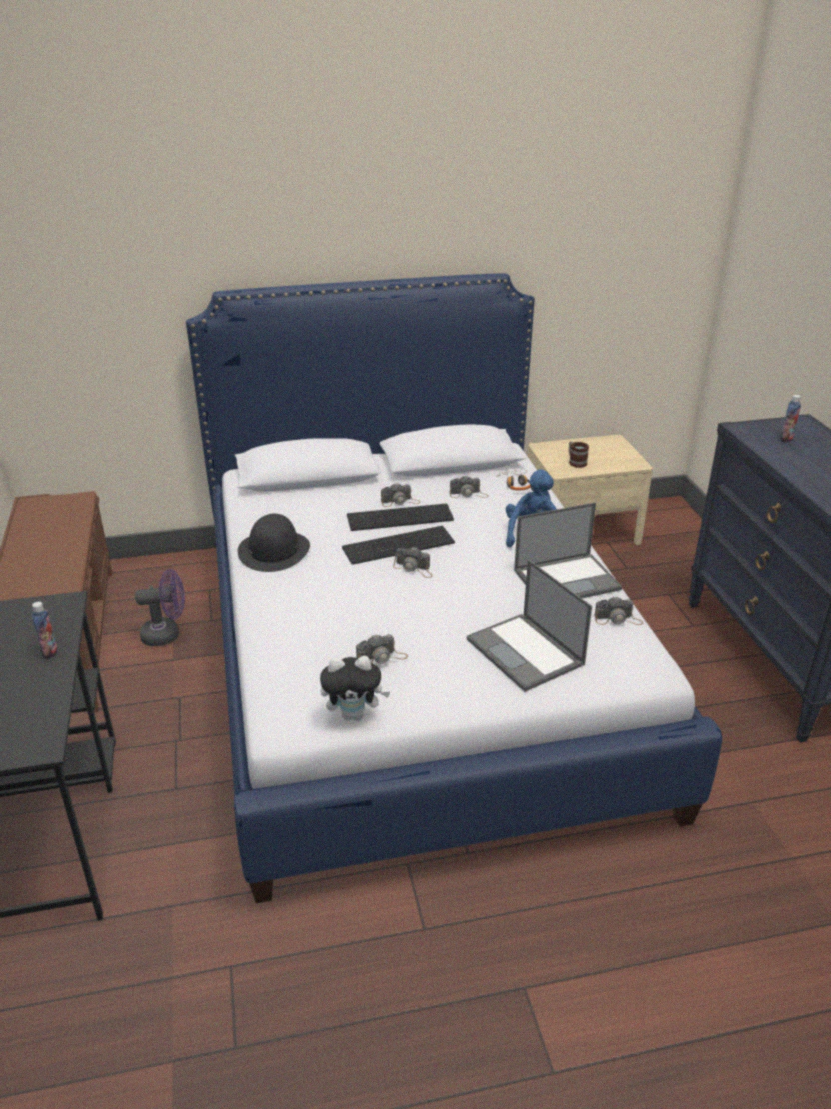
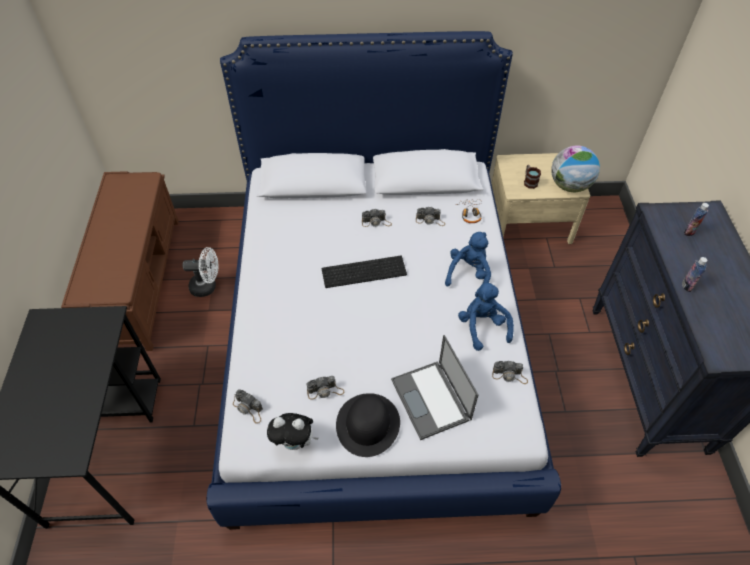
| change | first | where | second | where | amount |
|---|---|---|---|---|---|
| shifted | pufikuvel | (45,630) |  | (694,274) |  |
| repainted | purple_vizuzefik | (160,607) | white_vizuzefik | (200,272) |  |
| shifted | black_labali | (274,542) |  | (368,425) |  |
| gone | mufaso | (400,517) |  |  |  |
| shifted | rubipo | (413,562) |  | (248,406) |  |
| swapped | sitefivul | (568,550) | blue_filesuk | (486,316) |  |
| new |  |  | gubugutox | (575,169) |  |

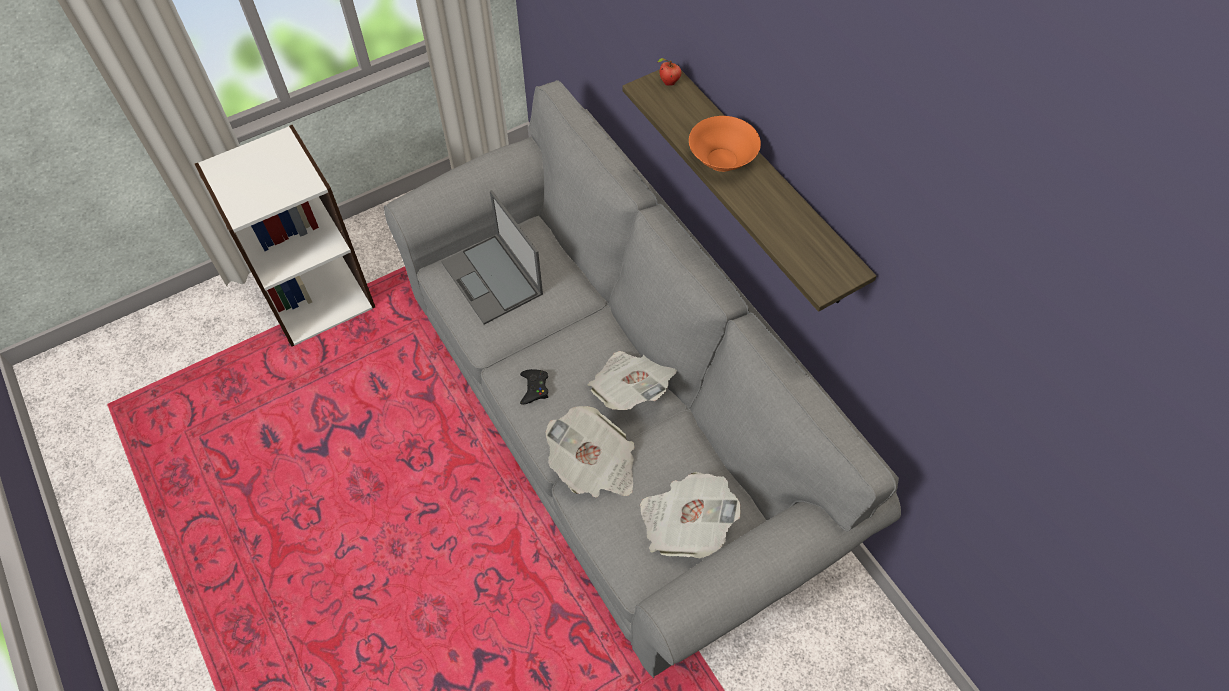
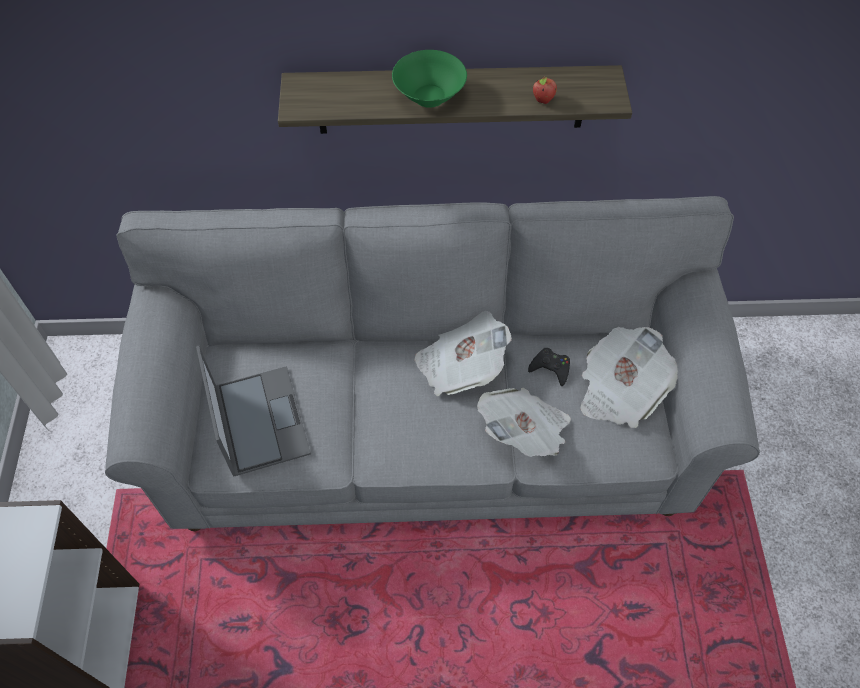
| change | first | where | second | where | amount |
|---|---|---|---|---|---|
| rotated | sitefivul | (492,257) |  | (253,411) | 105 degrees counterclockwise |
| shifted | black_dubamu | (534,387) |  | (549,367) |  |
| shifted | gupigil | (669,72) |  | (545,90) |  |
| repainted | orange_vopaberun | (725,144) | green_vopaberun | (429,79) |  |

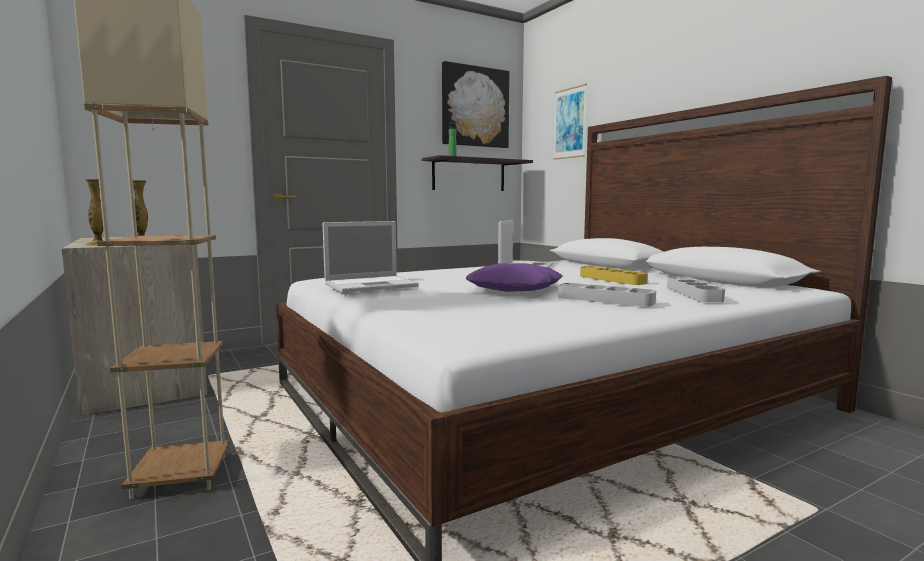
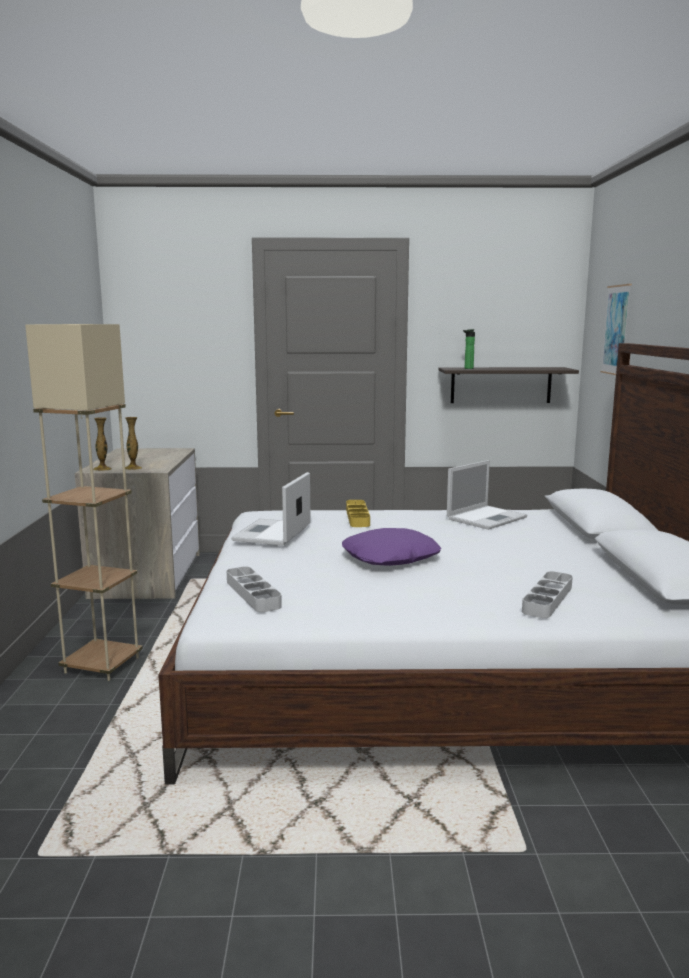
| change | first | where | second | where | amount |
|---|---|---|---|---|---|
| rotated | sitefivul | (371,257) |  | (271,508) | 105 degrees clockwise |
| gone | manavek | (476,104) |  |  |  |
| shifted | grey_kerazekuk | (607,295) |  | (254,589) |  |
| shifted | yellow_kerazekuk | (614,275) |  | (358,513) |  |

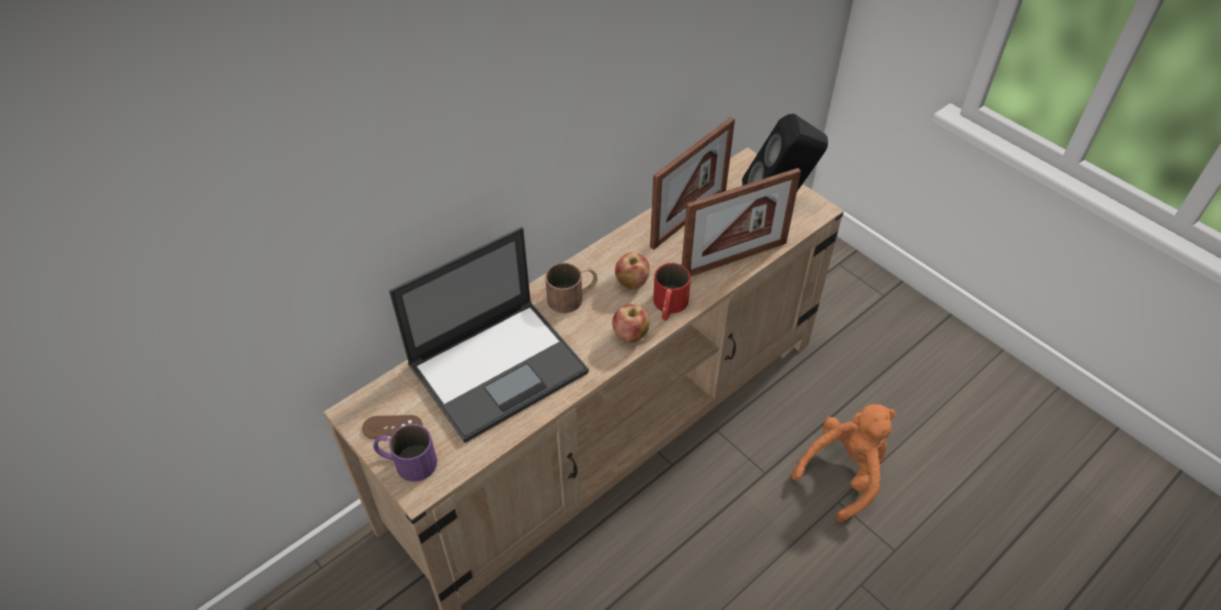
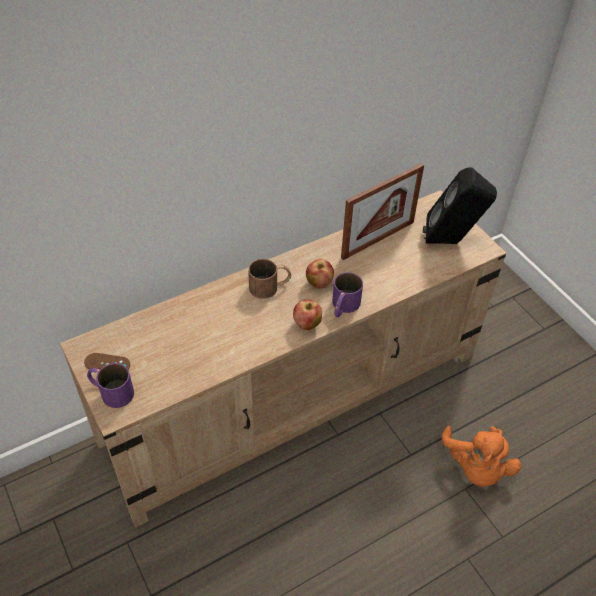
| change | first | where | second | where | amount |
|---|---|---|---|---|---|
| gone | sitefivul | (489,335) |  |  |  |
| repainted | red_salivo | (672,292) | purple_salivo | (347,294) |  |
| gone | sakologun | (741,222) |  |  |  |
| rotated | orange_filesuk | (844,463) |  | (482,456) | 120 degrees clockwise |

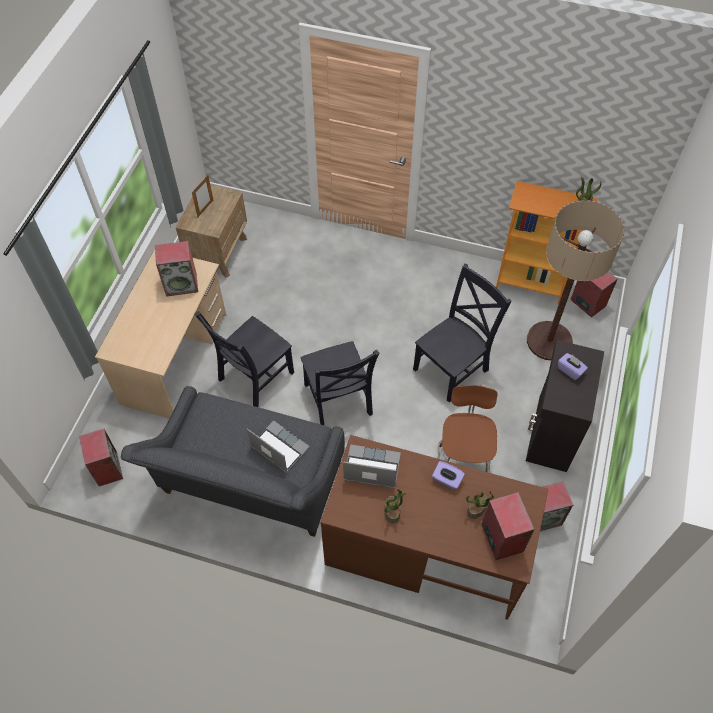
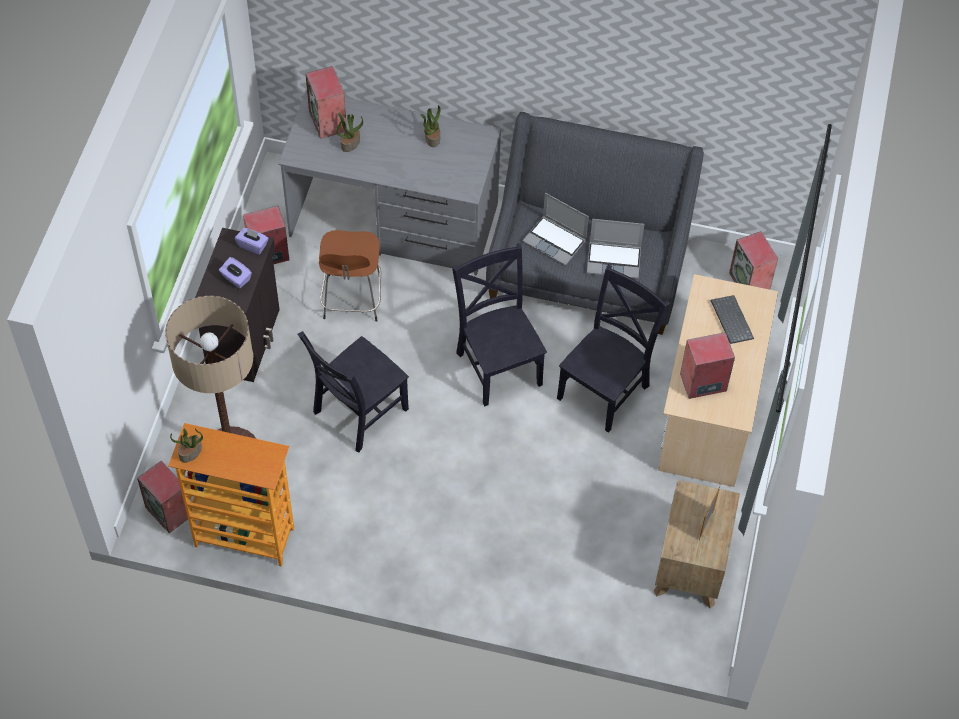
| change | first | where | second | where | amount |
|---|---|---|---|---|---|
| repainted | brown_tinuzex | (434,527) | grey_tinuzex | (389,182) |  |
| shifted | sitefivul | (372,466) |  | (616,249) |  |
| shifted | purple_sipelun | (448,475) |  | (252,241) |  |
| new |  |  | mufaso | (732,319) |  |

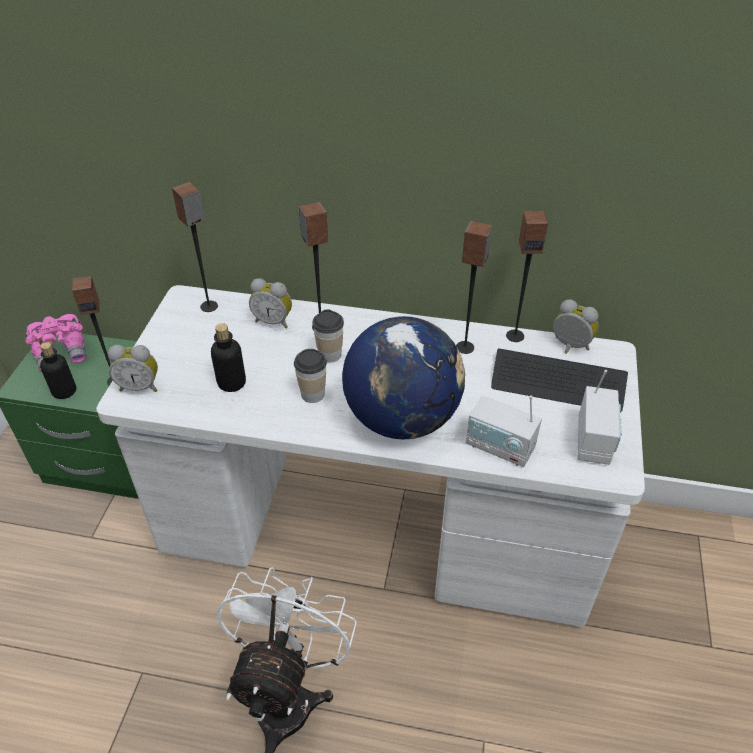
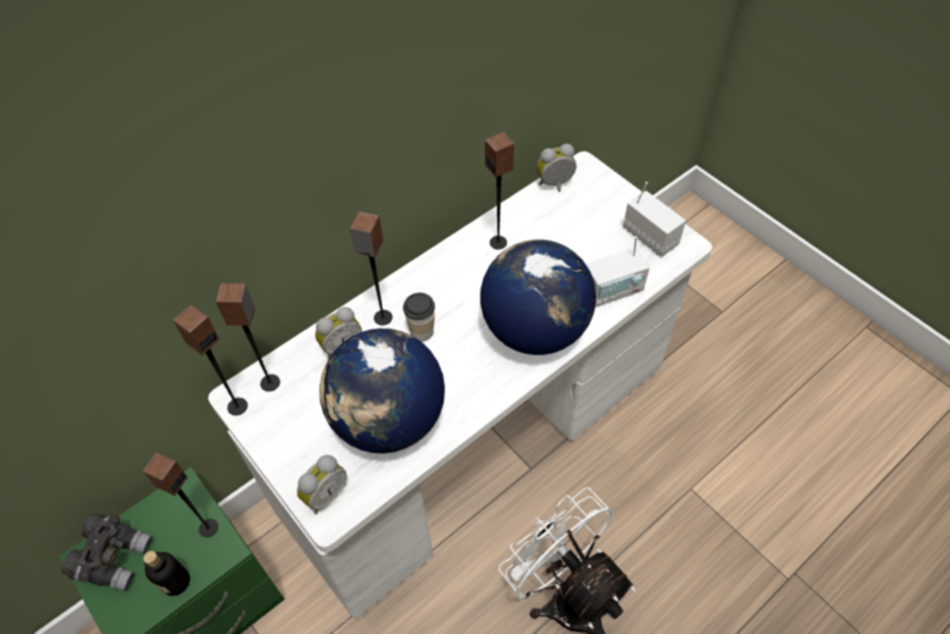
| change | first | where | second | where | amount |
|---|---|---|---|---|---|
| repainted | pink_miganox | (56,342) | grey_miganox | (106,552) |  |
| swapped | pufikuvel | (228,357) | gubugutox | (382,390) |  |
| gone | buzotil | (310,376) |  |  |  |
| gone | mufaso | (559,381) |  |  |  |
| shifted | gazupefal | (527,276) |  | (210,360) |  |

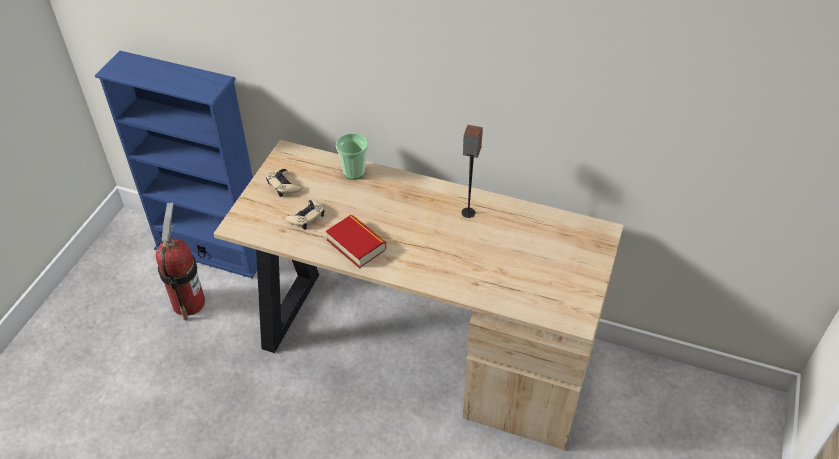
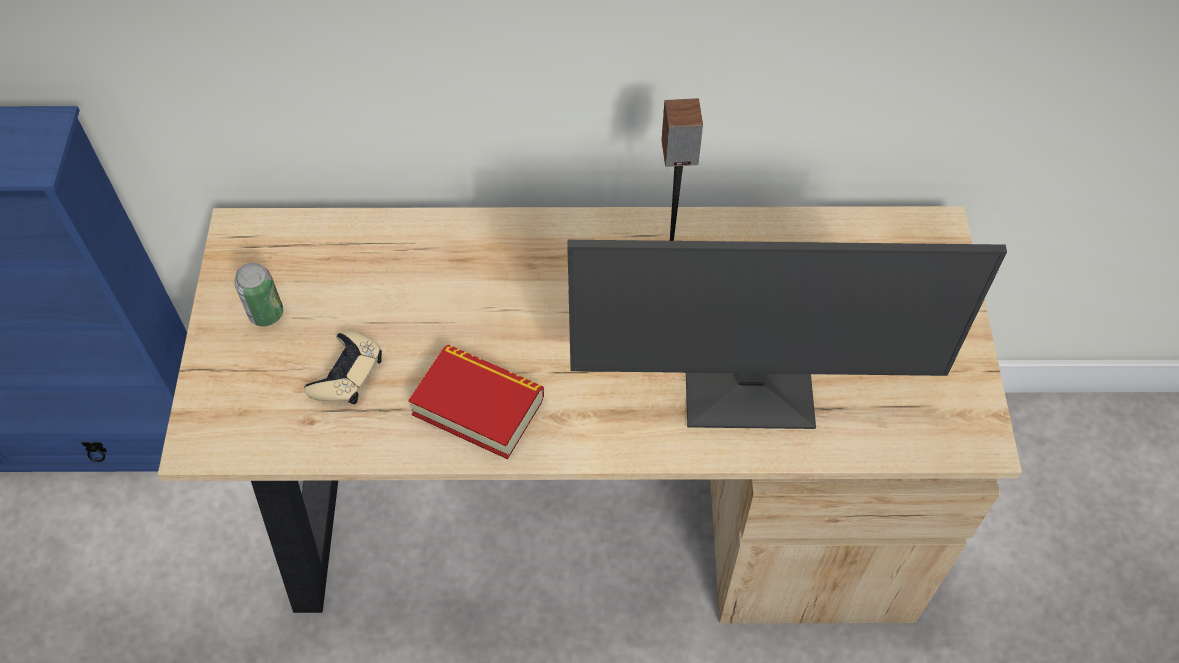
| change | first | where | second | where | amount |
|---|---|---|---|---|---|
| gone | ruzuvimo | (180,261) |  |  |  |
| swapped | beige_dubamu | (284,183) | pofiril | (258,294) |  |
| gone | buzotil | (352,156) |  |  |  |
| new |  |  | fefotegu | (787,334) |  |

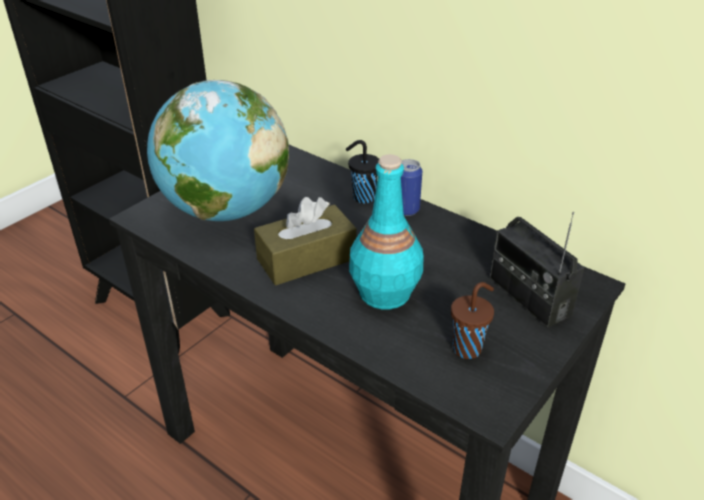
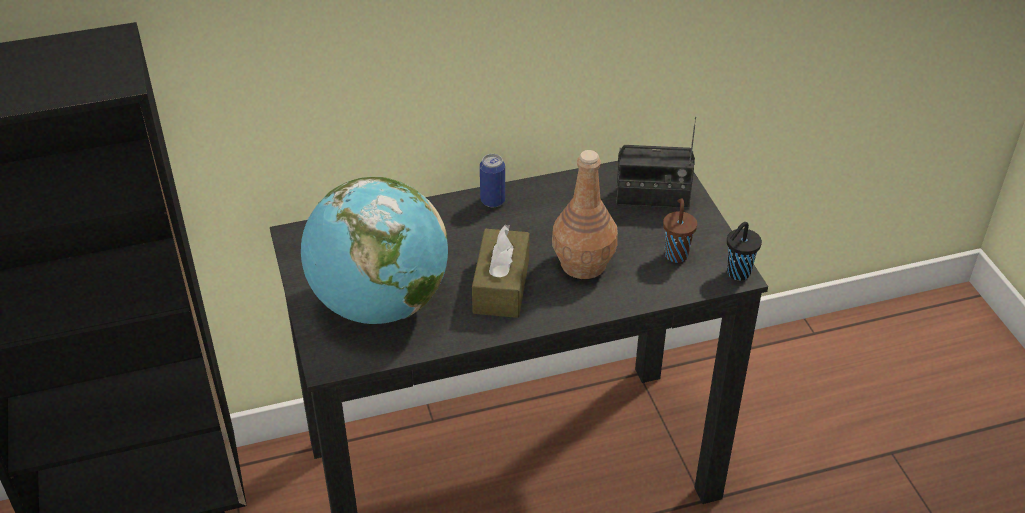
| change | first | where | second | where | amount |
|---|---|---|---|---|---|
| shifted | black_buzotil | (362,172) |  | (744,251) |  |
| repainted | turquoise_pufikuvel | (386,232) | brown_pufikuvel | (585,214) |  |

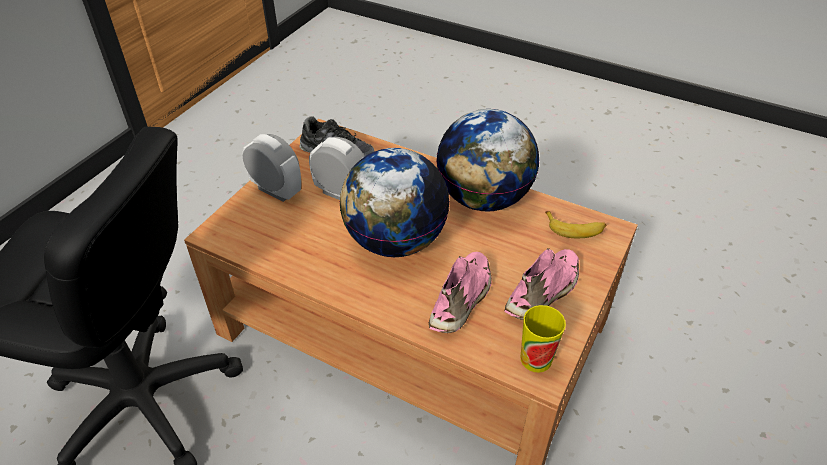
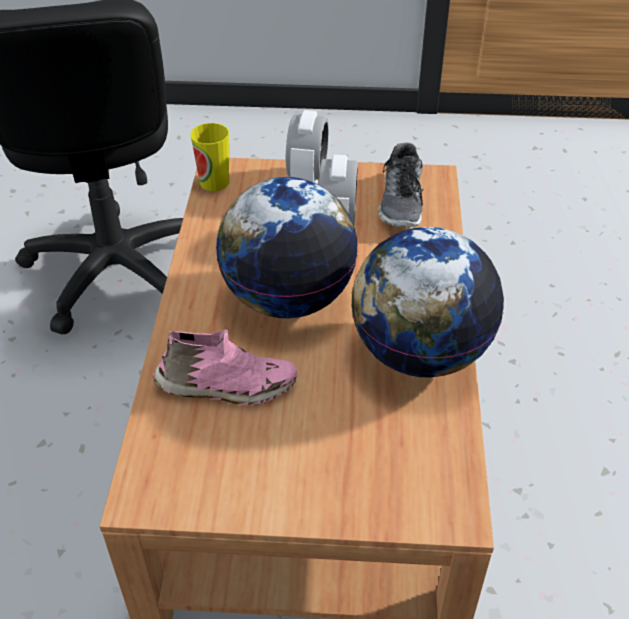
| change | first | where | second | where | amount |
|---|---|---|---|---|---|
| gone | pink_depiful | (542,284) |  |  |  |
| shifted | buzotil | (543,339) |  | (209,157) |  |
| gone | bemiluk | (575,224) |  |  |  |

